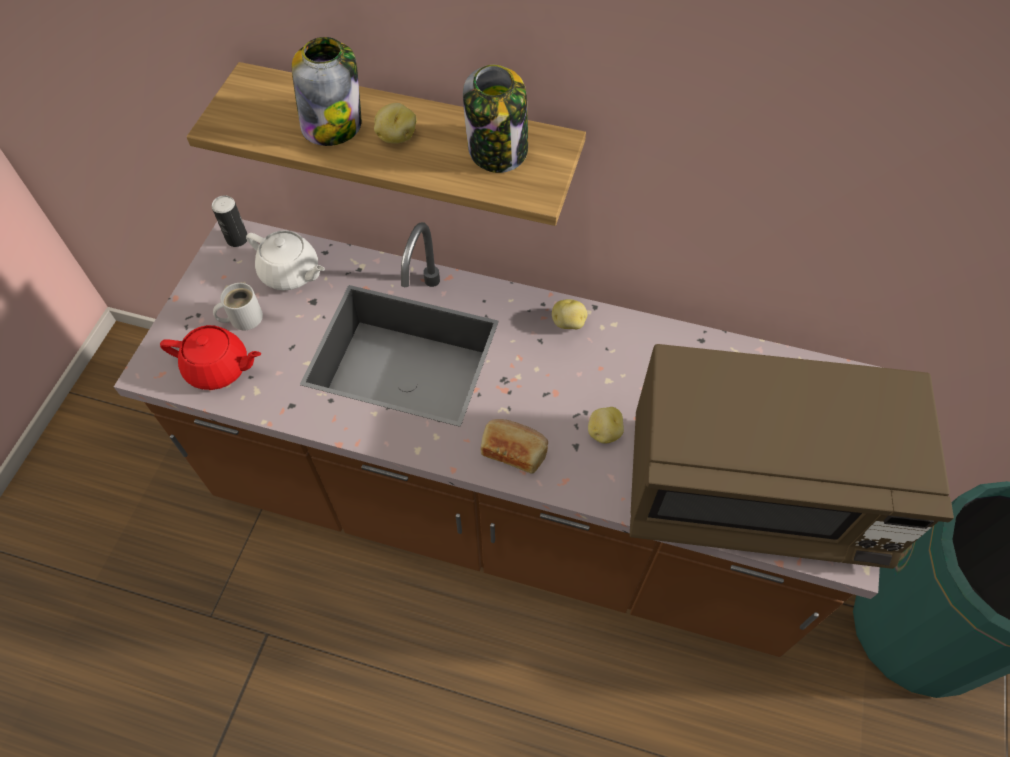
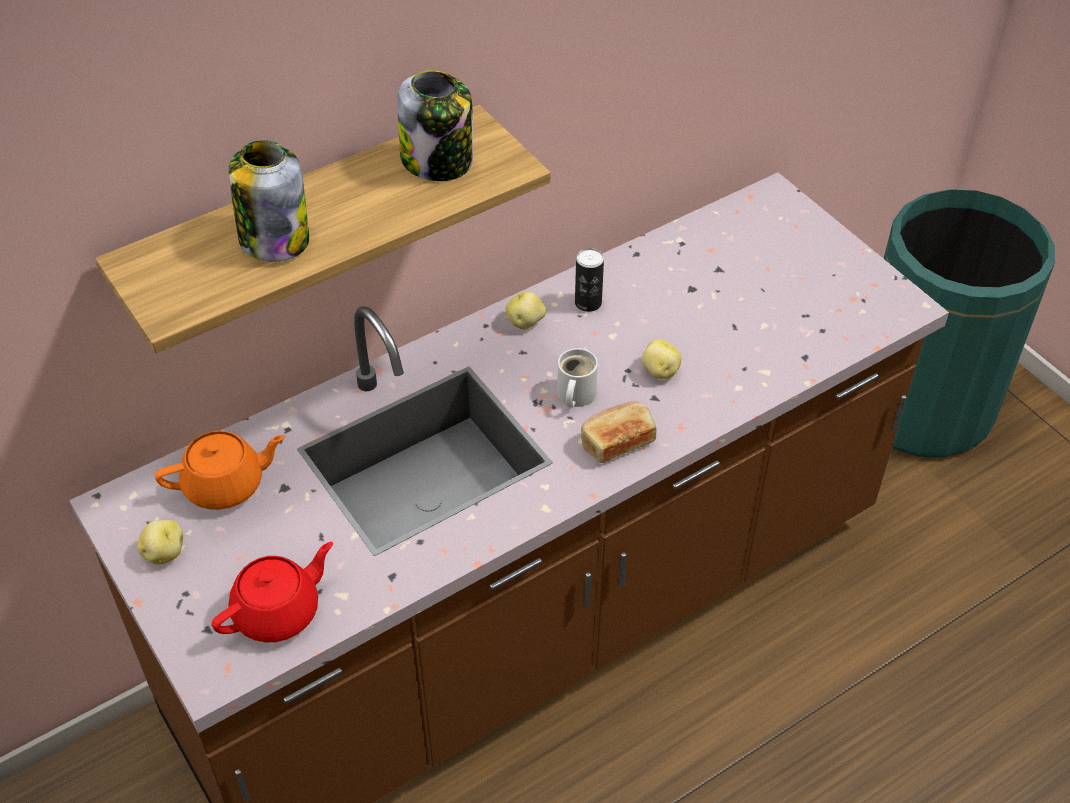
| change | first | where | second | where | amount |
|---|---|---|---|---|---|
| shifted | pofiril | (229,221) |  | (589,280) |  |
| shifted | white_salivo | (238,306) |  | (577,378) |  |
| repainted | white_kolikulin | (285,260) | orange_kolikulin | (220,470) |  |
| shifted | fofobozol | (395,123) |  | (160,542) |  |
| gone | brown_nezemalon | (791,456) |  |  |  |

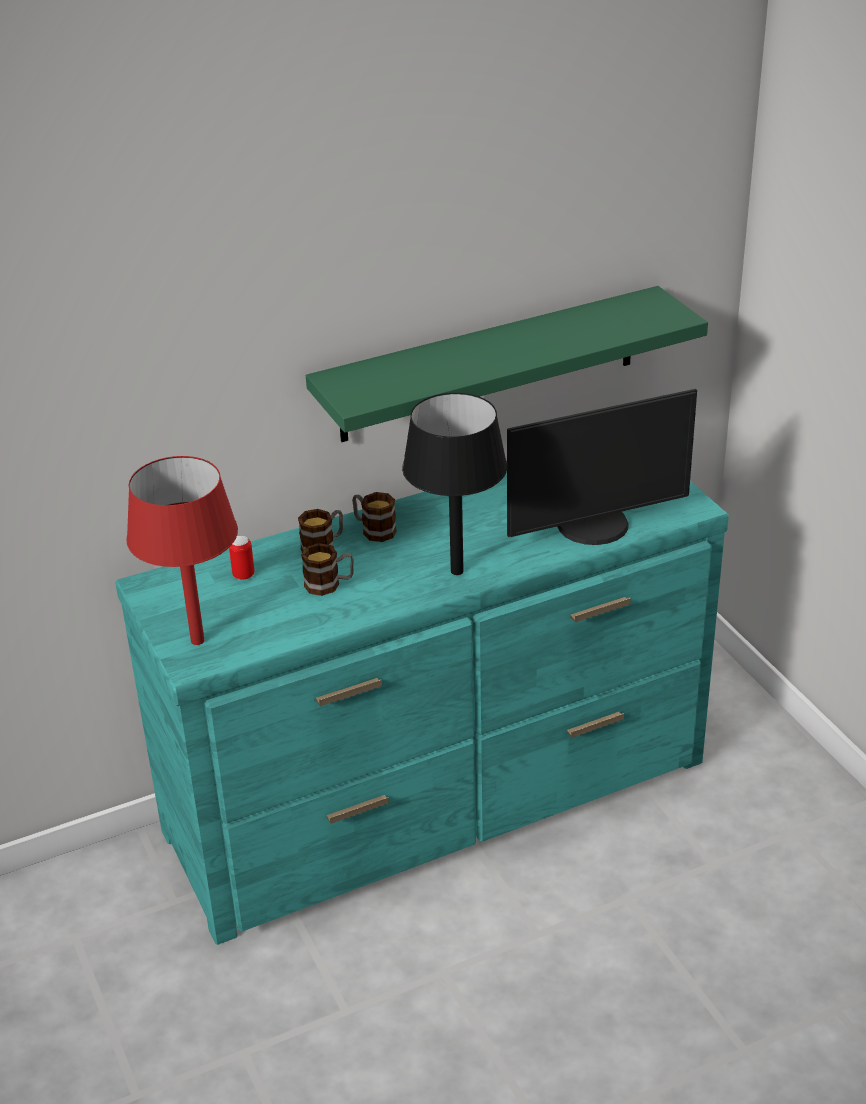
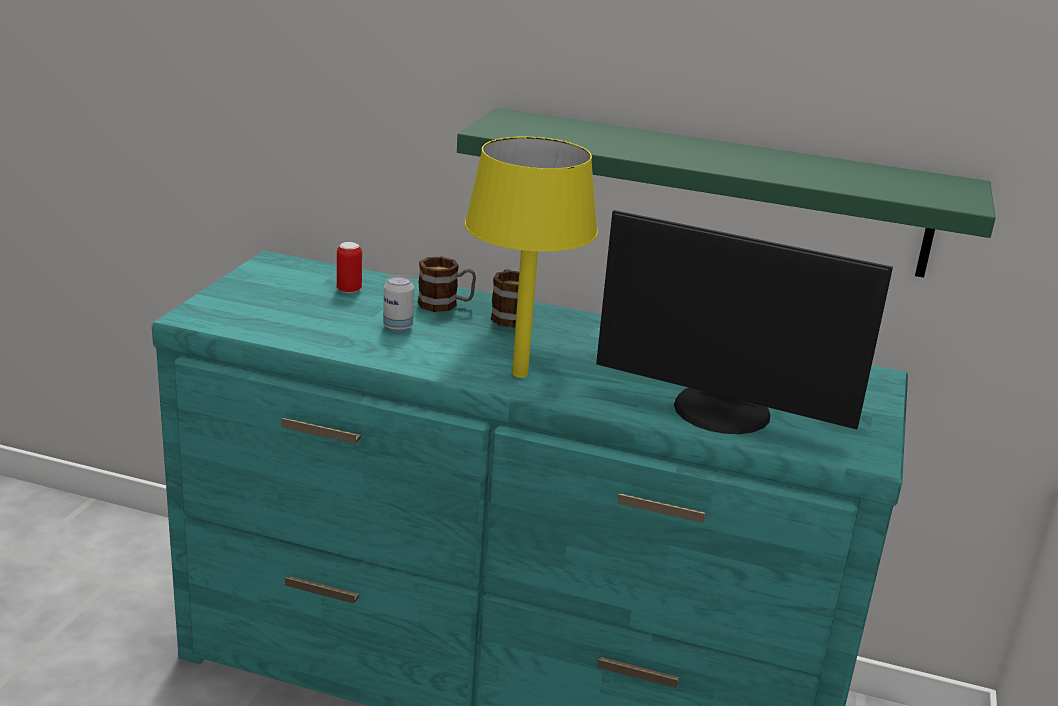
| change | first | where | second | where | amount |
|---|---|---|---|---|---|
| gone | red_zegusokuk | (182,550) |  |  |  |
| swapped | salivo | (327,569) | pofiril | (398,303) |  |
| repainted | black_zegusokuk | (454,484) | yellow_zegusokuk | (531,257) |  |

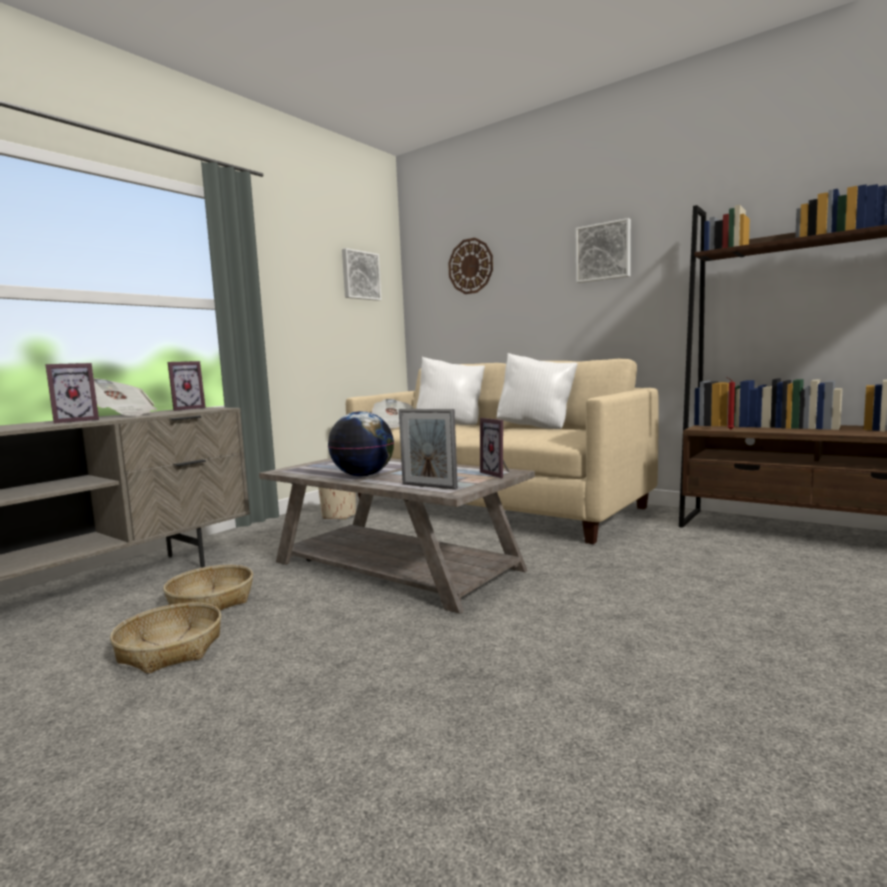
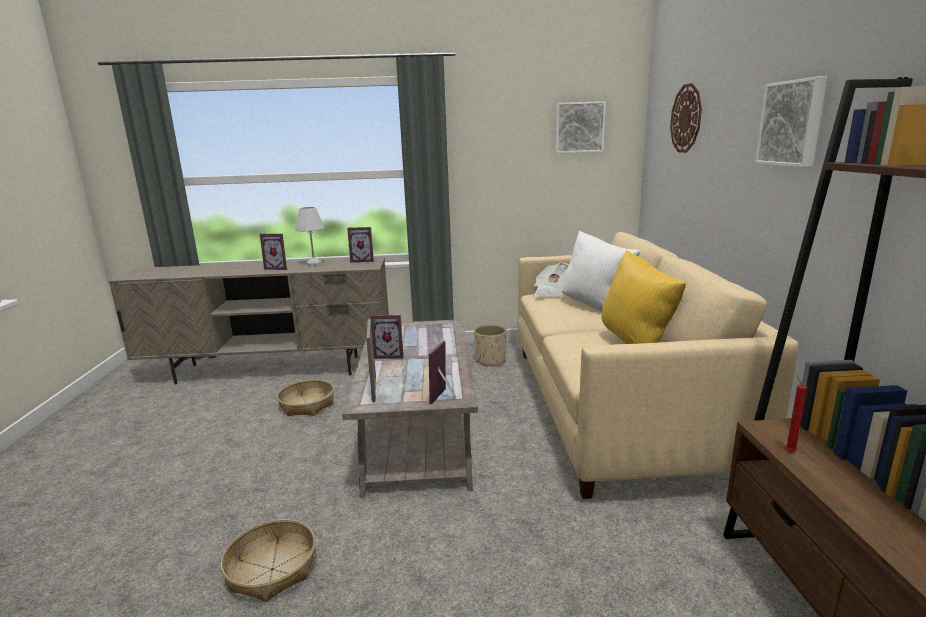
| change | first | where | second | where | amount |
|---|---|---|---|---|---|
| swapped | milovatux | (125,397) | white_zegusokuk | (310,236) |  |
| shifted | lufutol | (166,638) |  | (268,560) |  |
| swapped | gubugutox | (361,444) | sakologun | (386,337) |  |
| repainted | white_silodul | (537,391) | yellow_silodul | (644,297) |  |

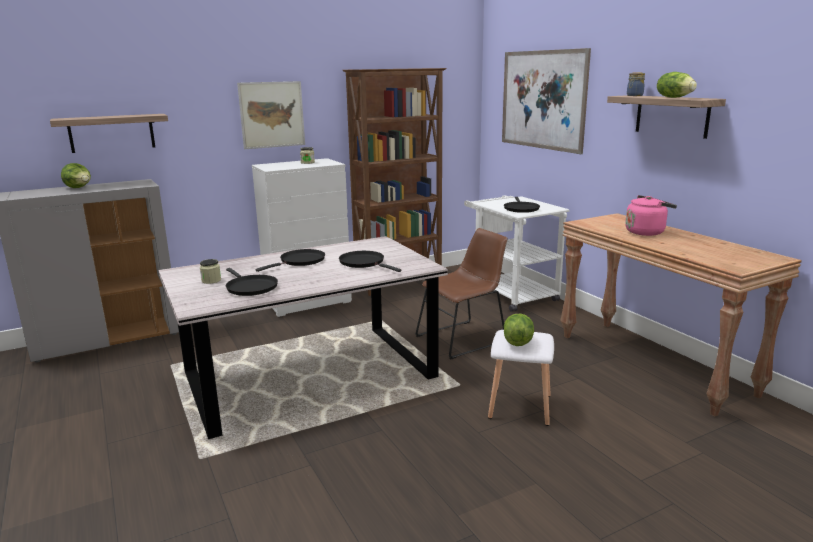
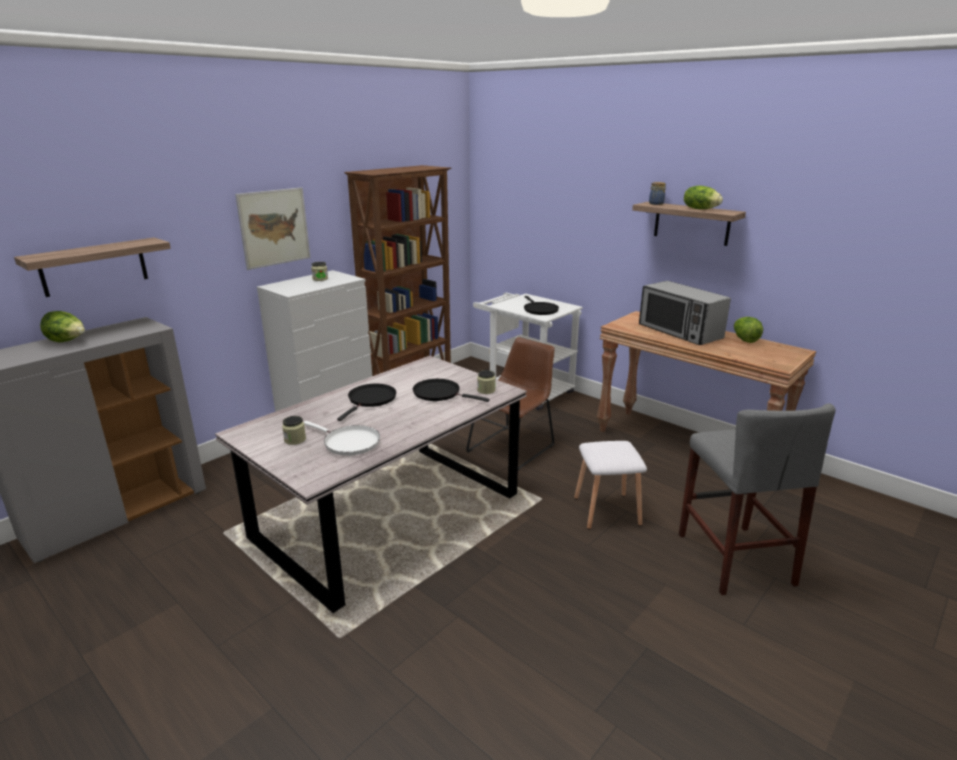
| change | first | where | second | where | amount |
|---|---|---|---|---|---|
| repainted | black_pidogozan | (252,282) | white_pidogozan | (342,438) |  |
| gone | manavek | (546,101) |  |  |  |
| shifted | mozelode | (519,330) |  | (748,330) |  |
| swapped | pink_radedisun | (651,215) | nezemalon | (685,313) |  |
| new |  |  | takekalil | (486,382) |  |
| new |  |  | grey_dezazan | (757,499) |  |

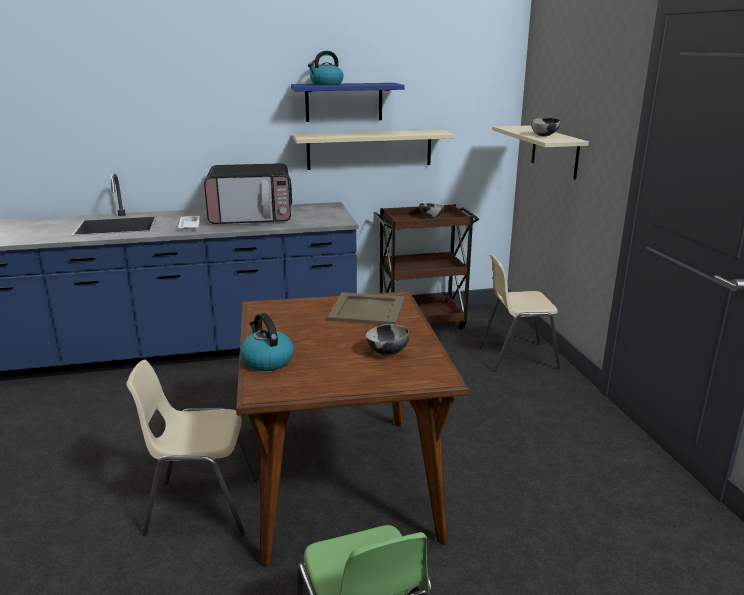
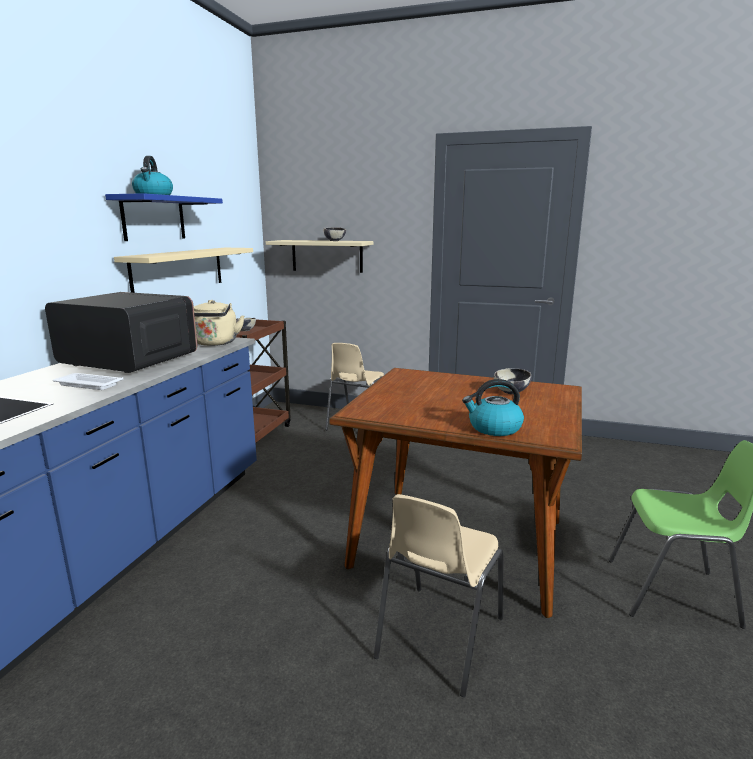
| change | first | where | second | where | amount |
|---|---|---|---|---|---|
| rotated | nezemalon | (248,193) |  | (121,332) | 90 degrees counterclockwise |
| gone | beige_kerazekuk | (366,308) |  |  |  |
| new |  |  | beige_radedisun | (218,323) |  |

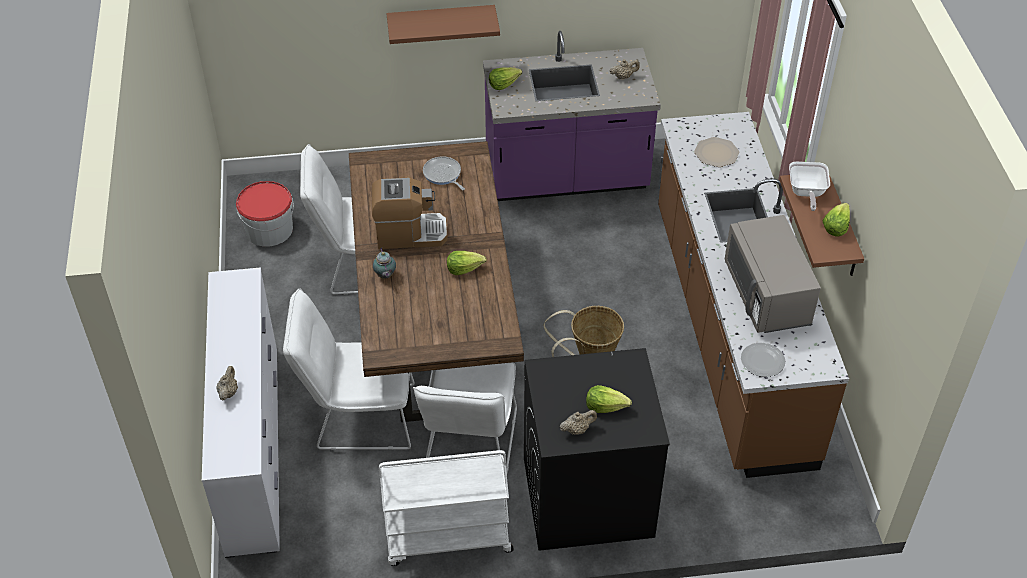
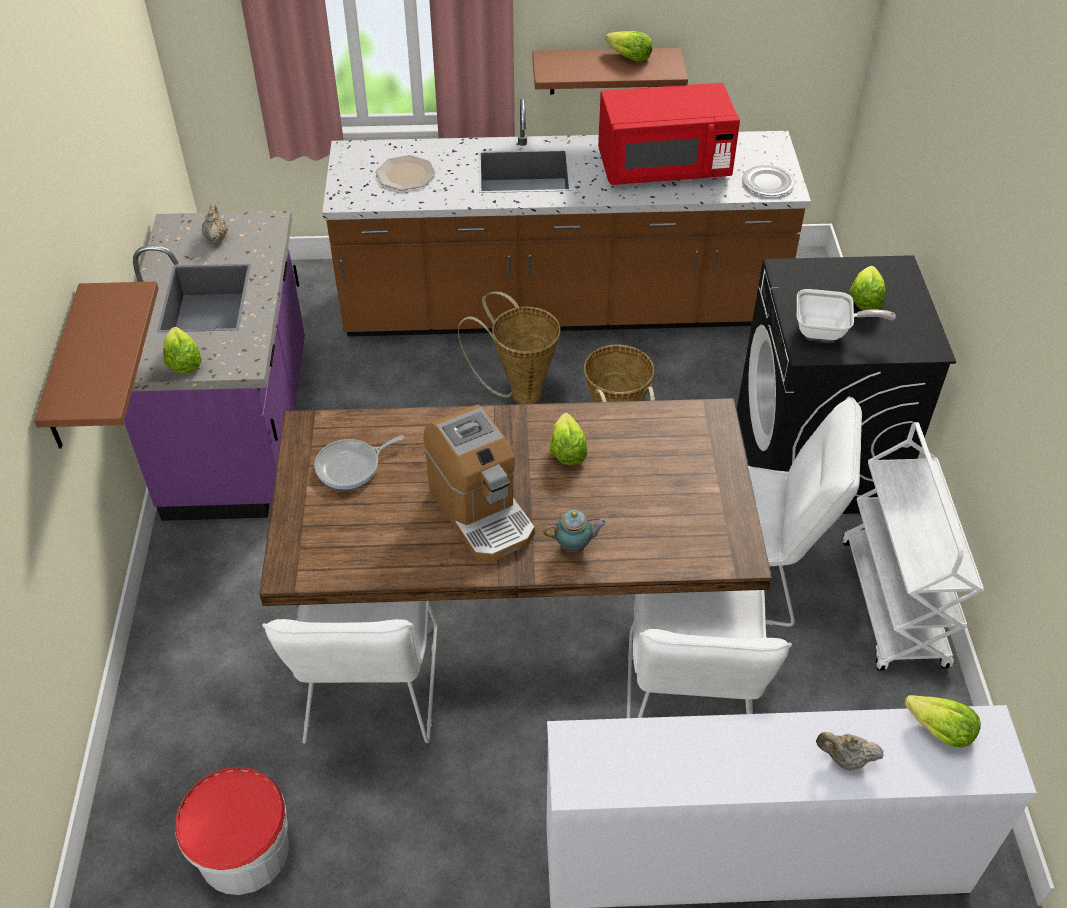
| change | first | where | second | where | amount |
|---|---|---|---|---|---|
| rotated | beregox | (410,213) |  | (479,483) | 150 degrees clockwise |
| gone | beige_kolikulin | (578,422) |  |  |  |
| repainted | grey_nezemalon | (773,274) | red_nezemalon | (669,134) |  |
| shifted | pidogozan | (809,186) |  | (846,314) |  |
| new |  |  | lufutol | (509,347) |  |
| new |  |  | mozelode | (942,721) |  |

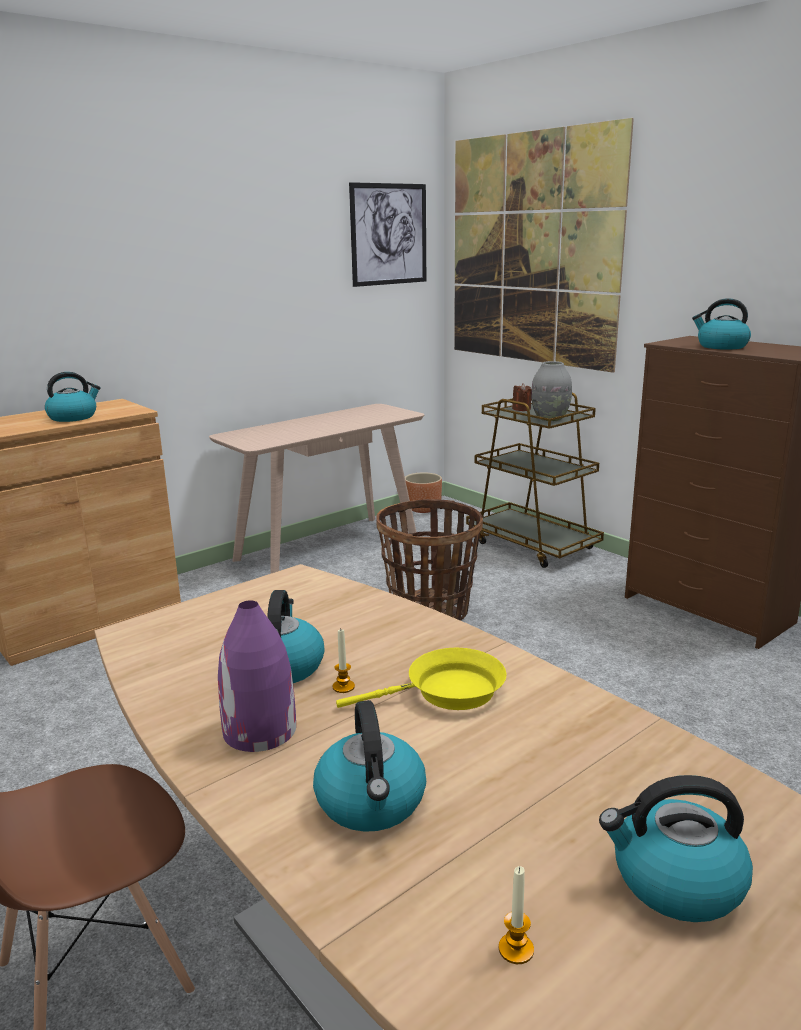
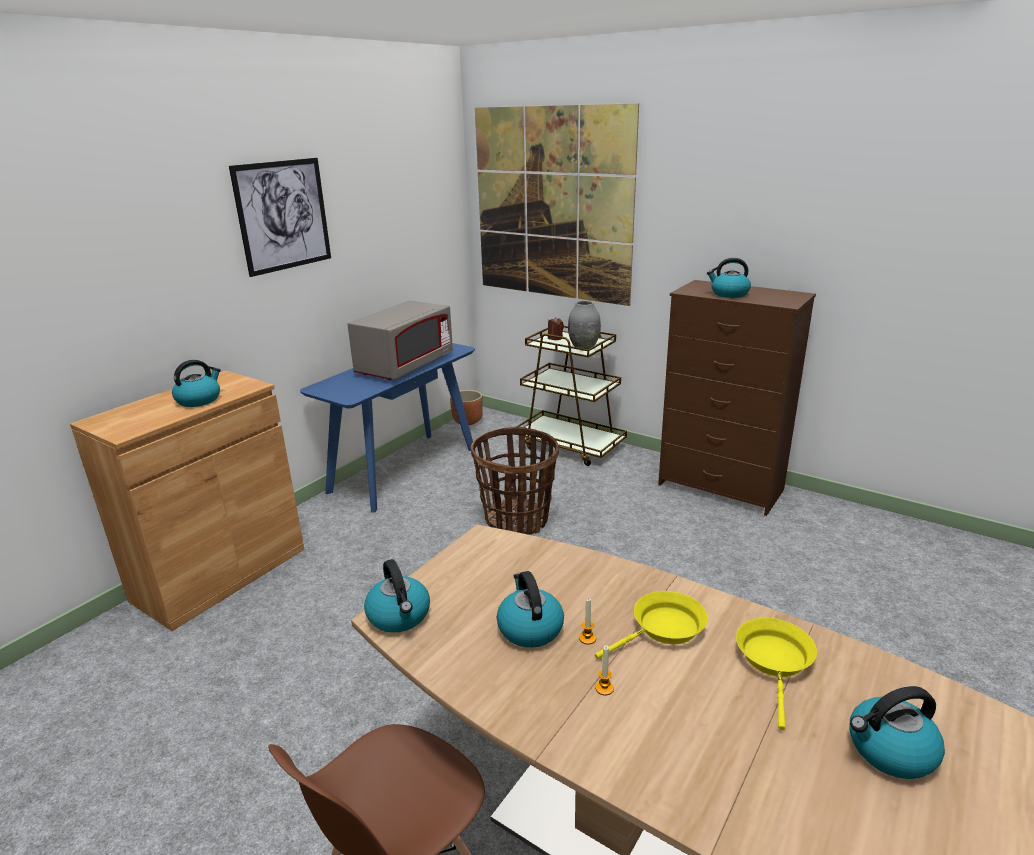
| change | first | where | second | where | amount |
|---|---|---|---|---|---|
| repainted | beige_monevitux | (316,488) | blue_monevitux | (387,428) |  |
| gone | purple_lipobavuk | (257,676) |  |  |  |
| shifted | radedisun | (369,766) |  | (397,596) |  |
| shifted | manavek | (387,234) |  | (280,217) |  |
| shifted | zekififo | (516,915) |  | (604,670) |  |
| new |  |  | grey_nezemalon | (400,340) |  |
| new |  |  | yellow_pidogozan | (776,674) |  |

